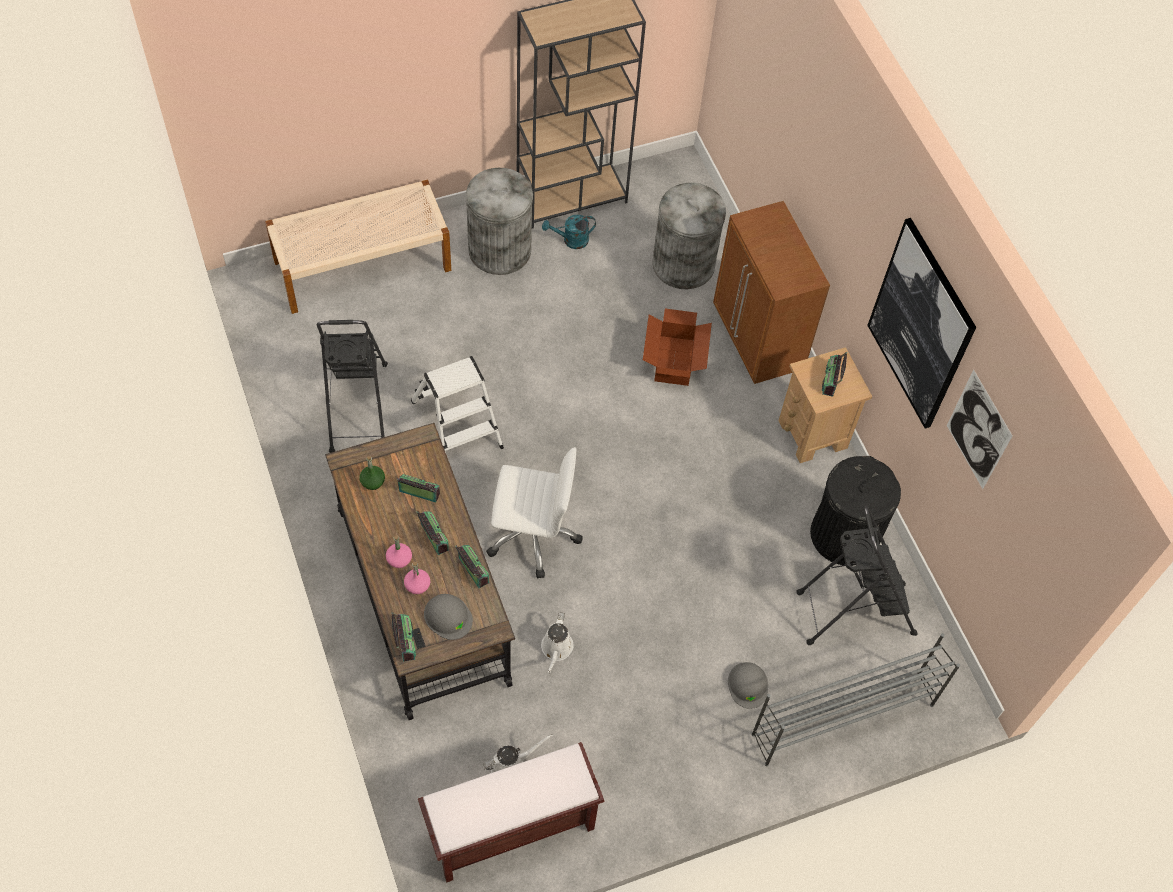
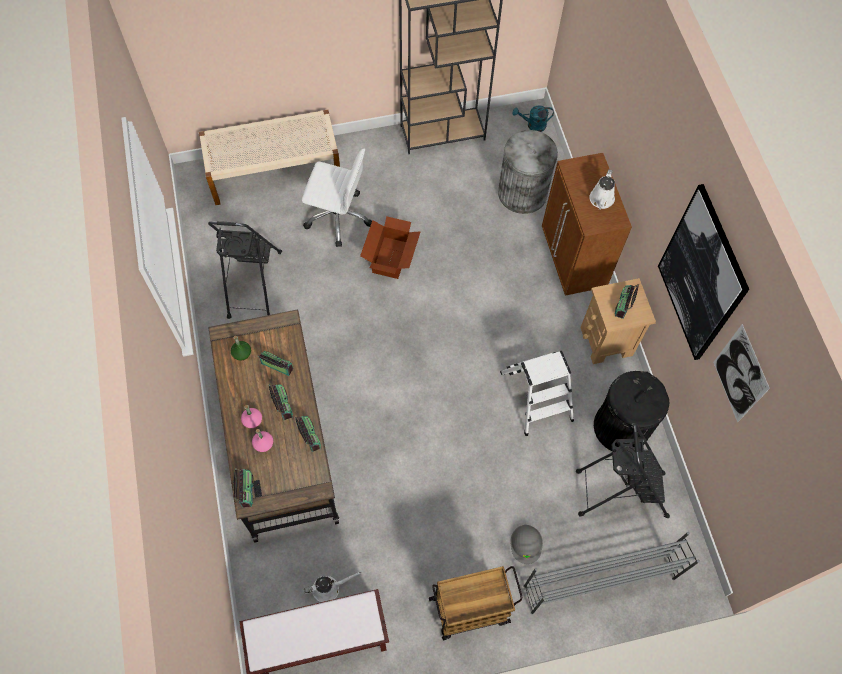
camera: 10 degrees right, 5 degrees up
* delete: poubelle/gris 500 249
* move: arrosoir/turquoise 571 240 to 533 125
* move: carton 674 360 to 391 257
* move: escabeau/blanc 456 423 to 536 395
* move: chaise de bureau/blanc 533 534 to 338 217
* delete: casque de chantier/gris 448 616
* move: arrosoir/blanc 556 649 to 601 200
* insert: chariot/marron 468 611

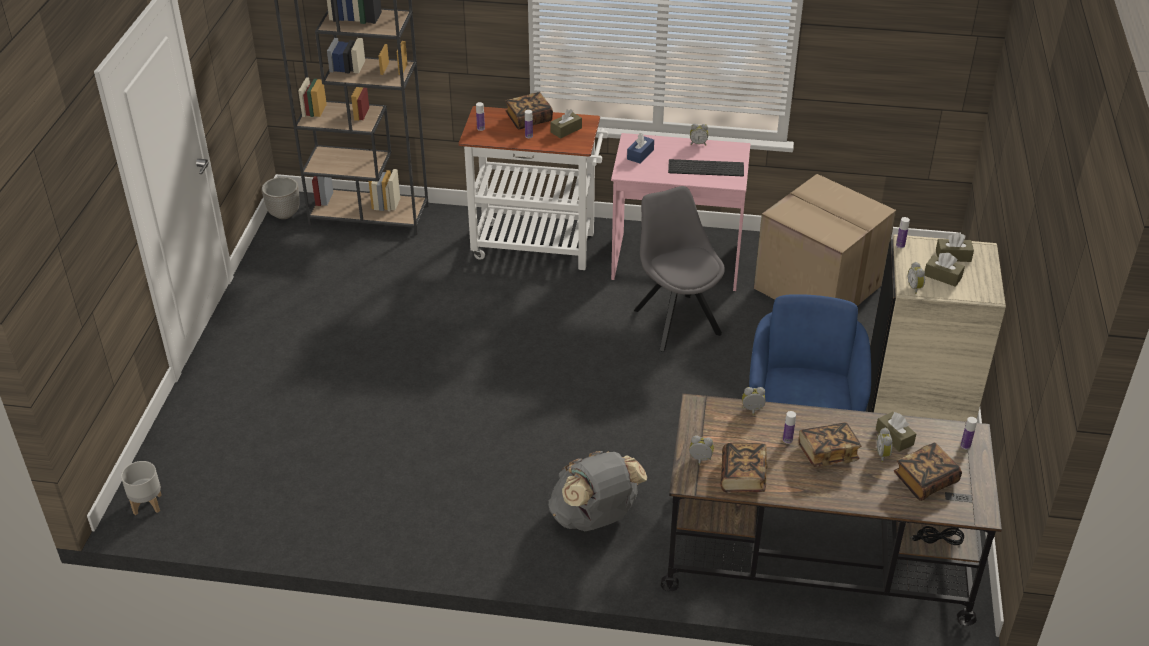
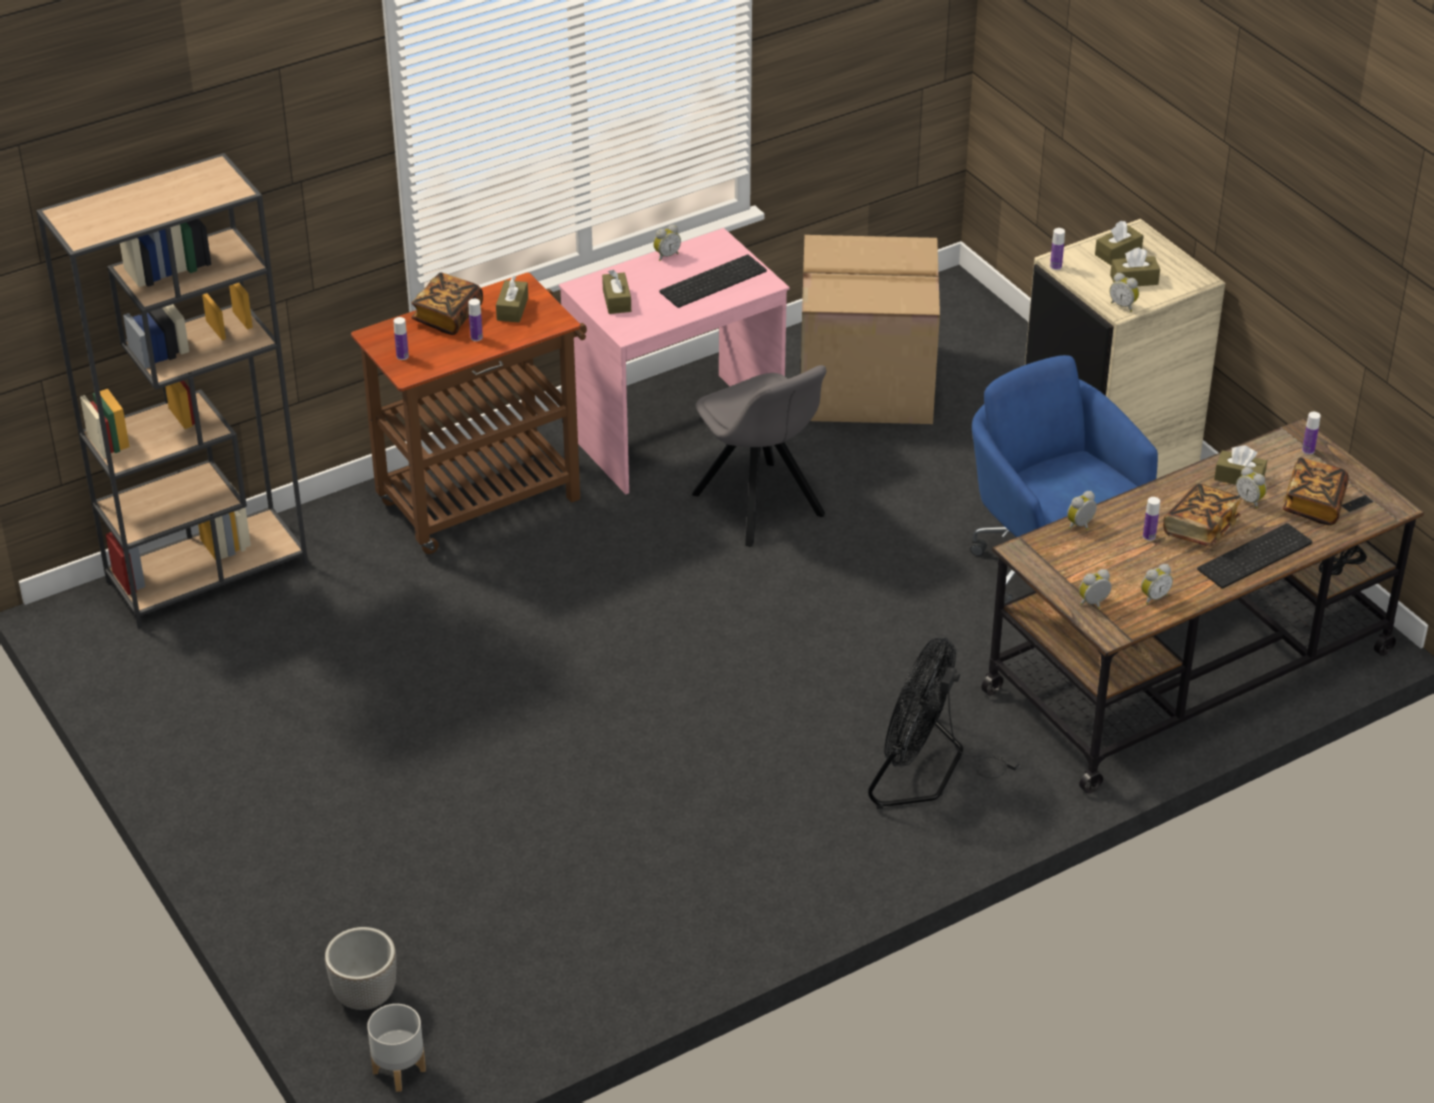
camera: 40 degrees left, 0 degrees up
* recolor: chariot/blanc 536 246 to chariot/marron 482 501
* recolor: boîte à mouchoirs/bleu 640 154 to boîte à mouchoirs/marron 617 301
* move: cache-pot 284 214 to 364 996
* rotate: chaise/gris 676 322 = 760 505 150 degrees counterclockwise
* replace: livre 743 477 to réveil 1153 597
* replace: sac à dos/gris 595 518 to ventilateur/noir 932 766
* insert: clavier 1255 558

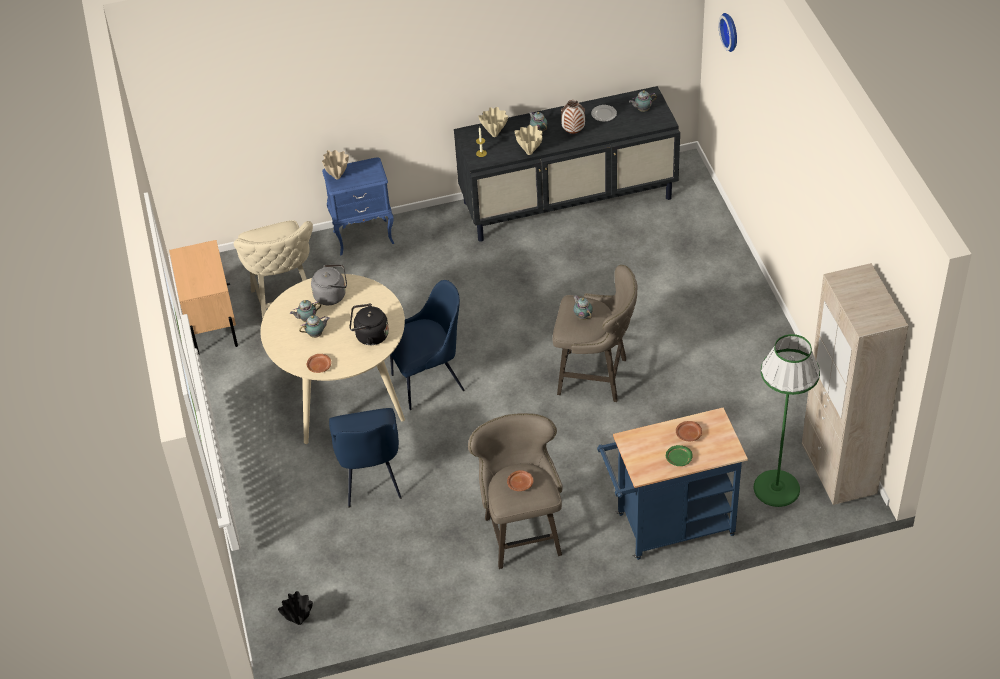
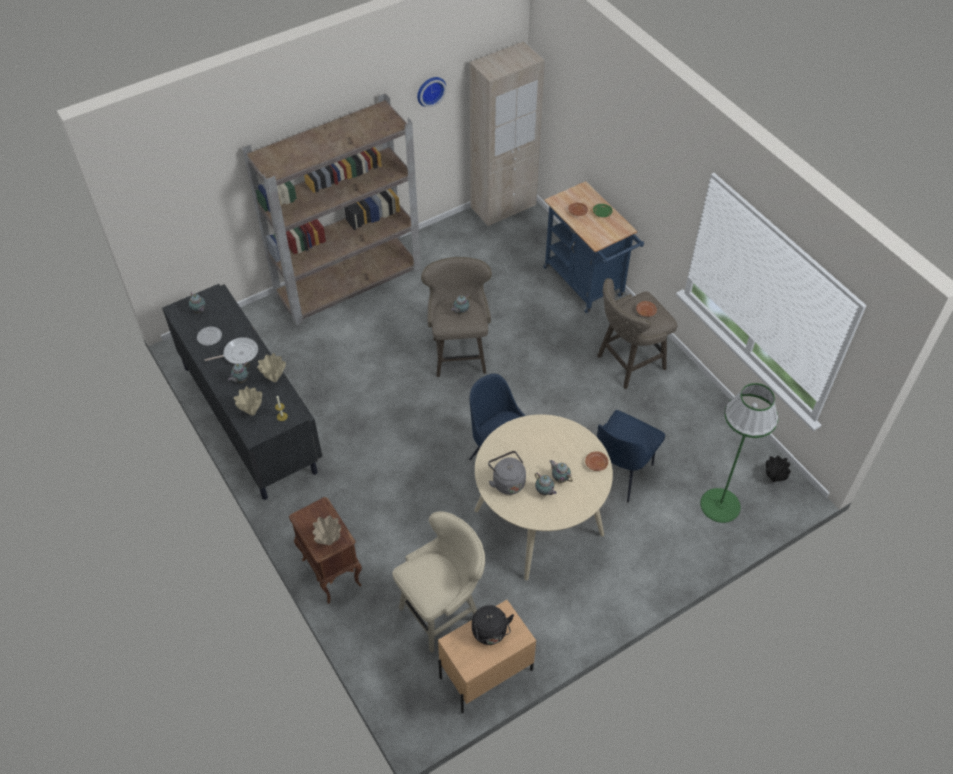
camera: 110 degrees left, 5 degrees up
* move: horloge murale 731 31 to 430 90
* replace: vase 573 132 to poêle 238 353
* recolor: table de chevet/bleu 364 237 to table de chevet/marron 331 572
* move: bouilloire/noir 369 336 to 490 633
* move: lampadaire/vert 776 488 to 720 505
* rotate: chaise/bleu 371 479 = 620 473 150 degrees clockwise
* insert: bibliothèque/marron 348 281

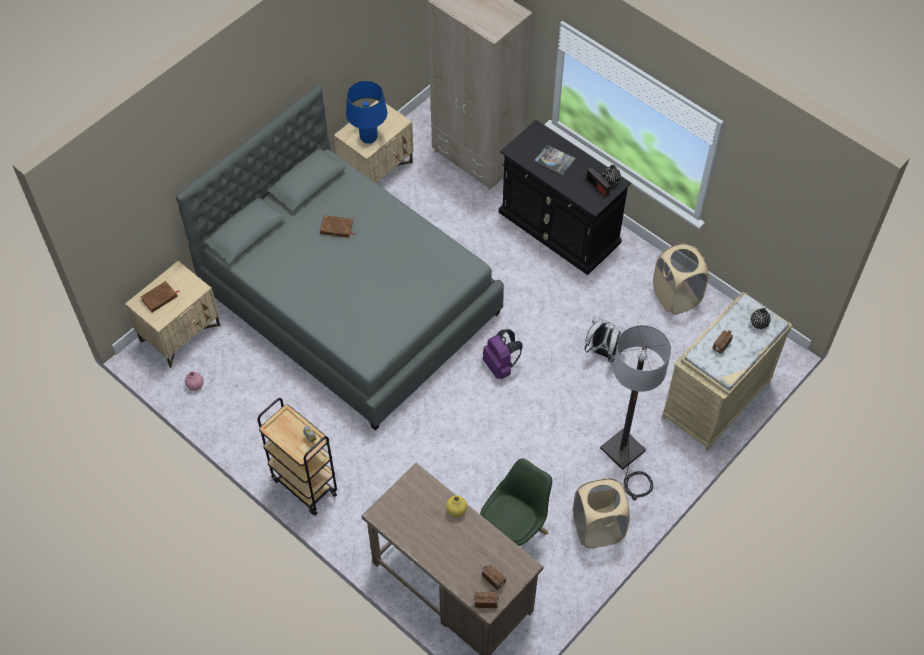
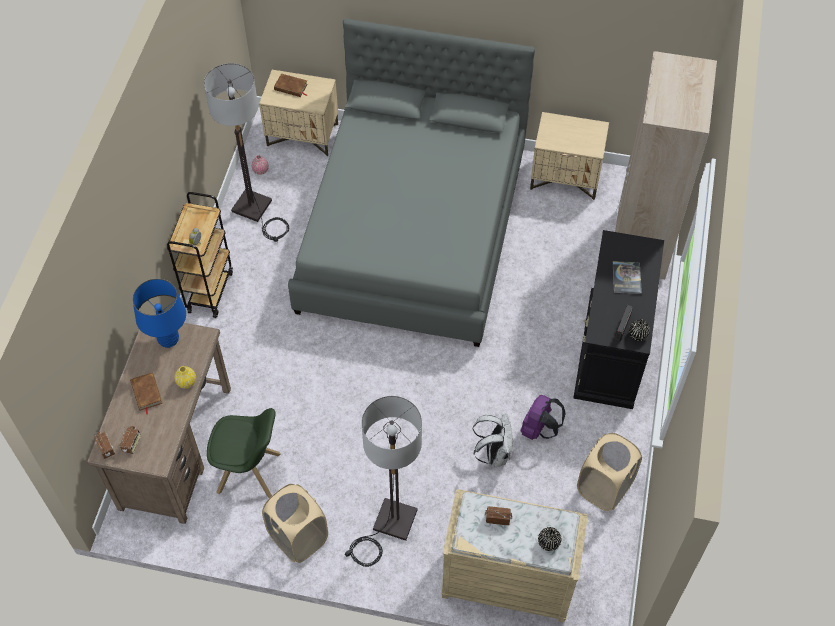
camera: 60 degrees right, 0 degrees up
* move: lampe de table/bleu 368 137 to 168 339
* move: livre/marron 336 228 to 146 393
* move: sac à dos/violet 501 366 to 539 429
* insert: lampadaire 258 213

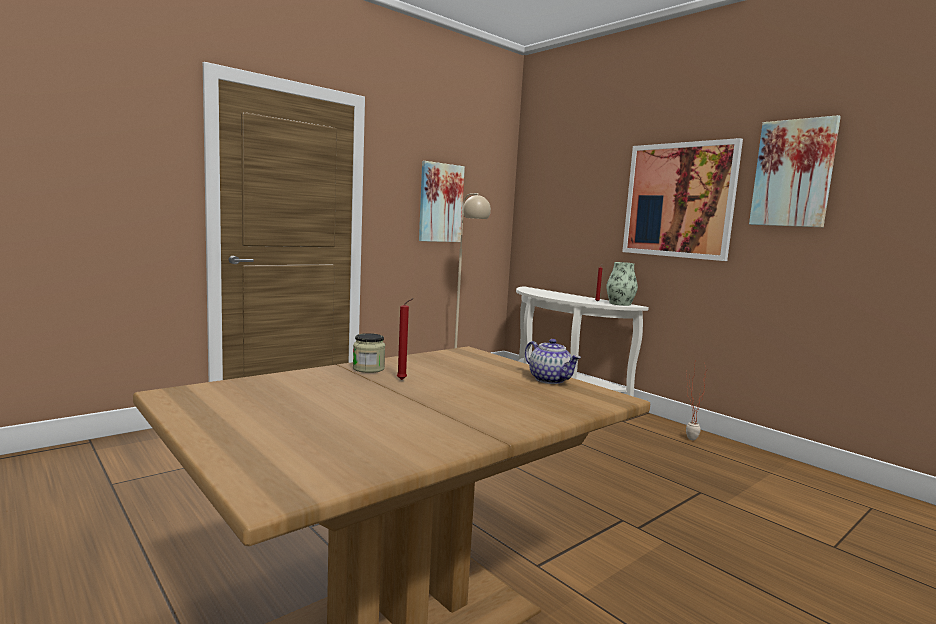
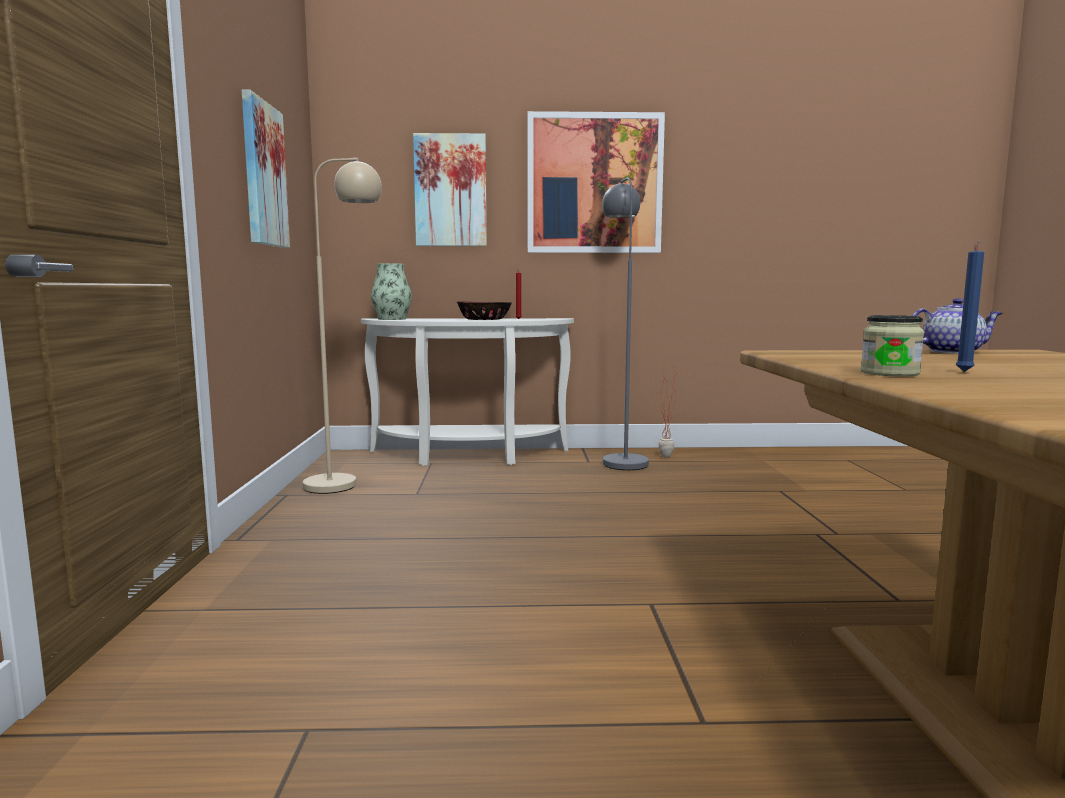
camera: 50 degrees left, 0 degrees up
* move: tableau 793 173 to 450 191
* move: vase 620 304 to 392 319
* recolor: bougie/rouge 403 380 to bougie/bleu 965 371
* insert: lampadaire/gris 621 461
* insert: bol 484 319

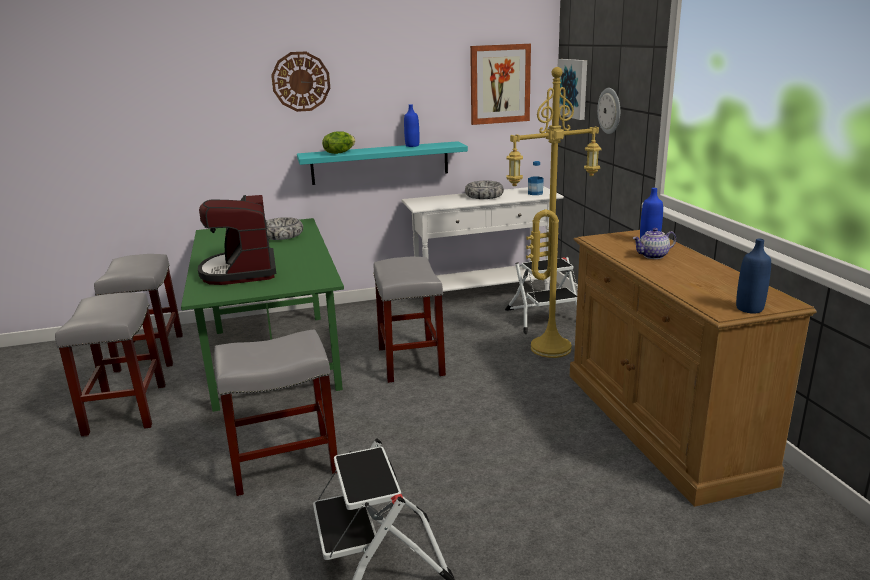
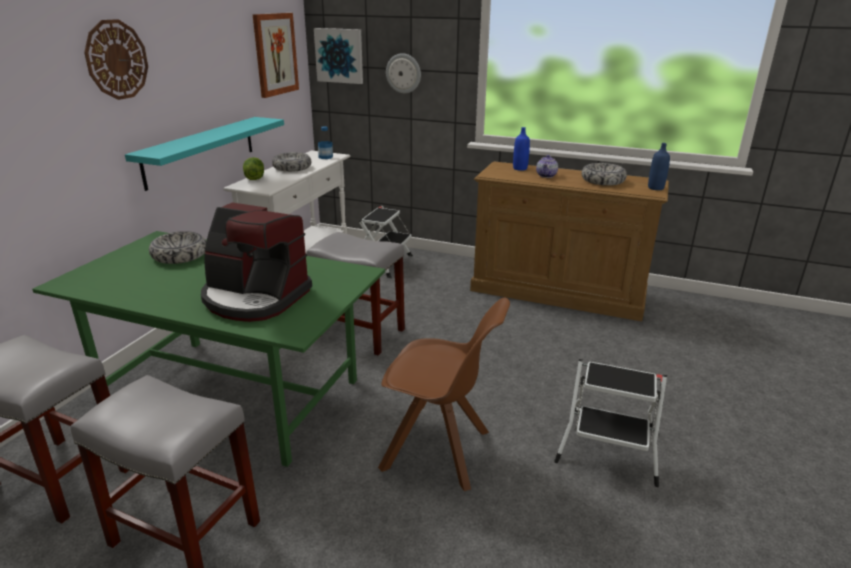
camera: 55 degrees left, 5 degrees up
* delete: lampadaire/jaune 550 347
* delete: bouteille/bleu 412 145
* move: laitue 339 153 to 254 178
* replace: tabouret/gris 283 464 to chaise/marron 439 451
* insert: bol 602 181

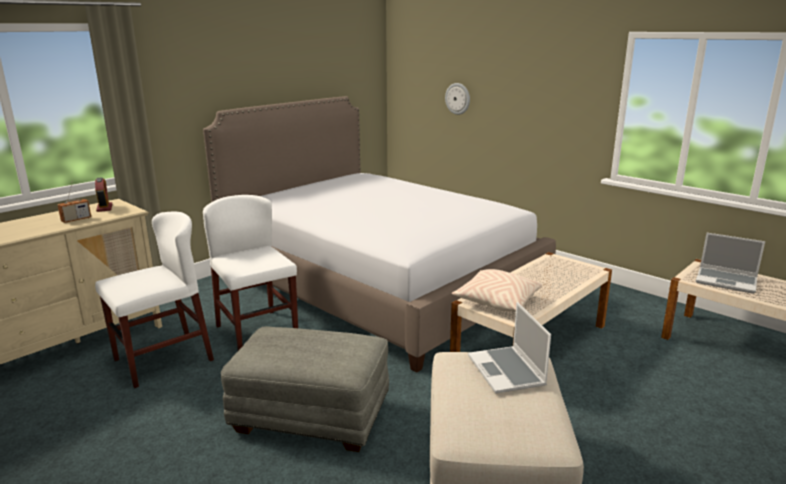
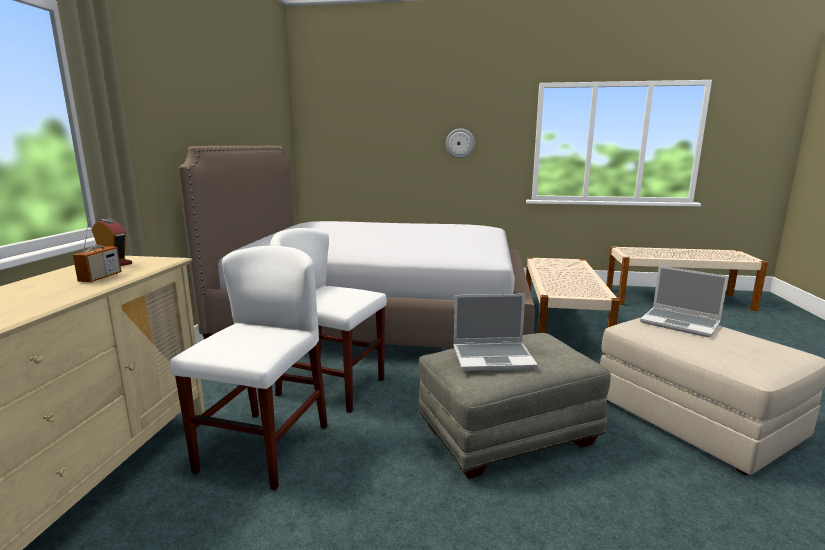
camera: 35 degrees left, 5 degrees down
* move: horloge murale 458 98 to 460 143
* move: ordinateur portable 727 281 to 494 357
* delete: coussin/beige 497 302

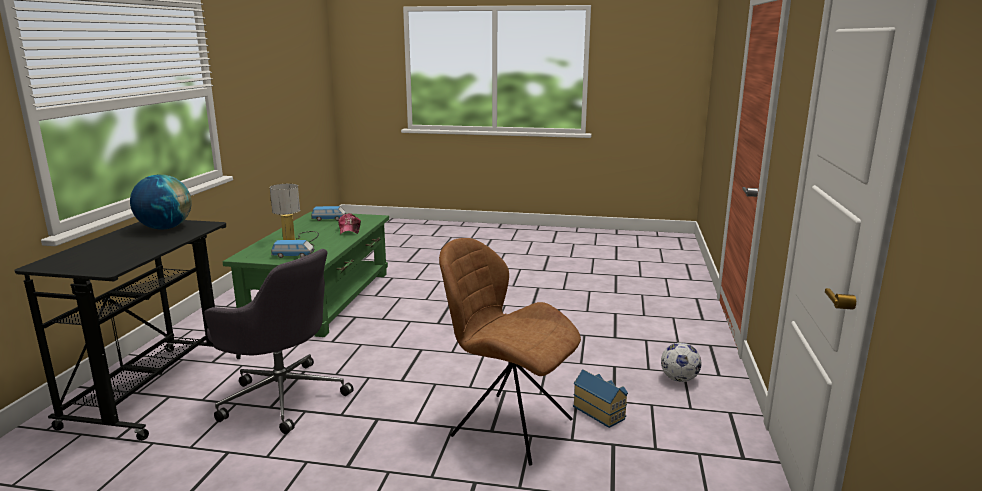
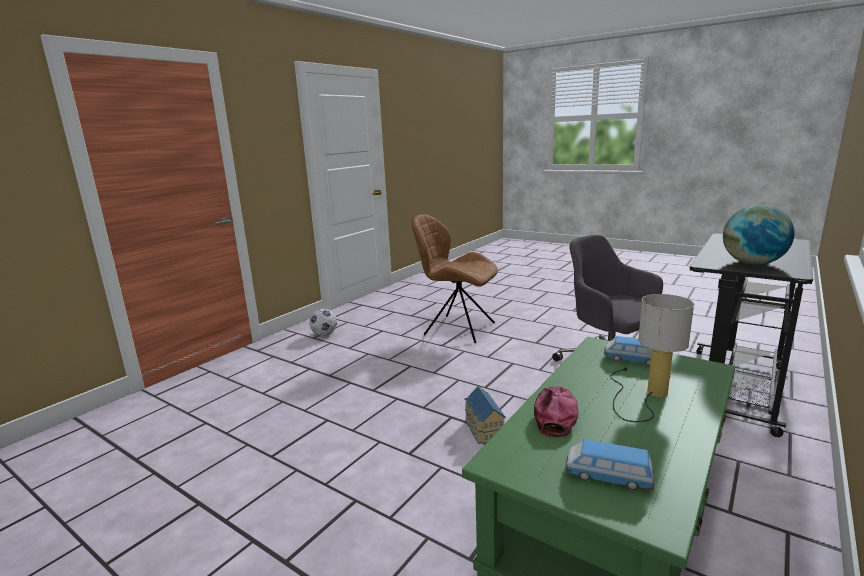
camera: 155 degrees left, 0 degrees up
* rotate: chaise/marron 508 426 = 457 328 150 degrees clockwise
* move: maison miniature 600 411 to 483 430

